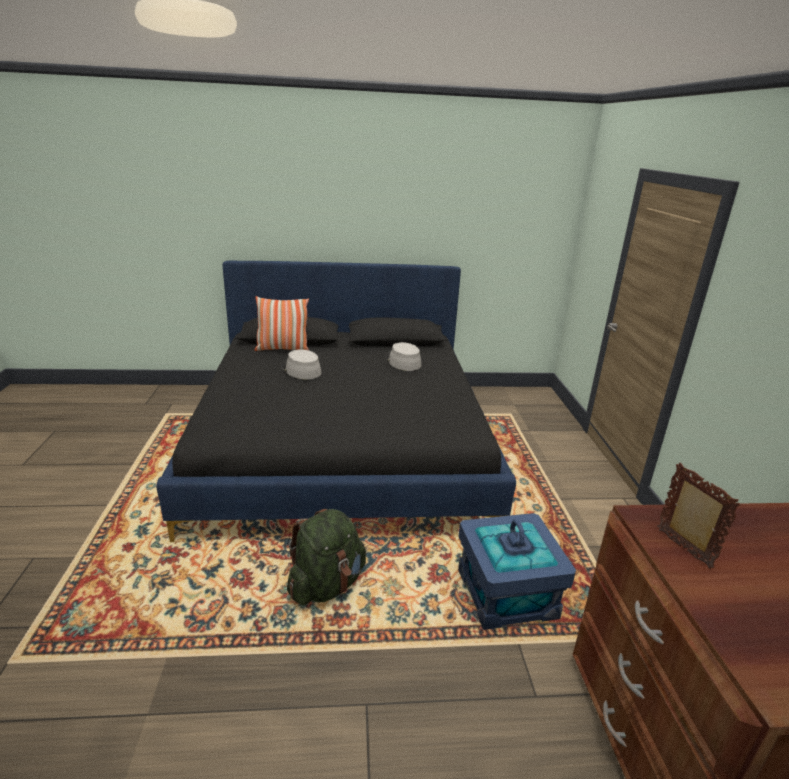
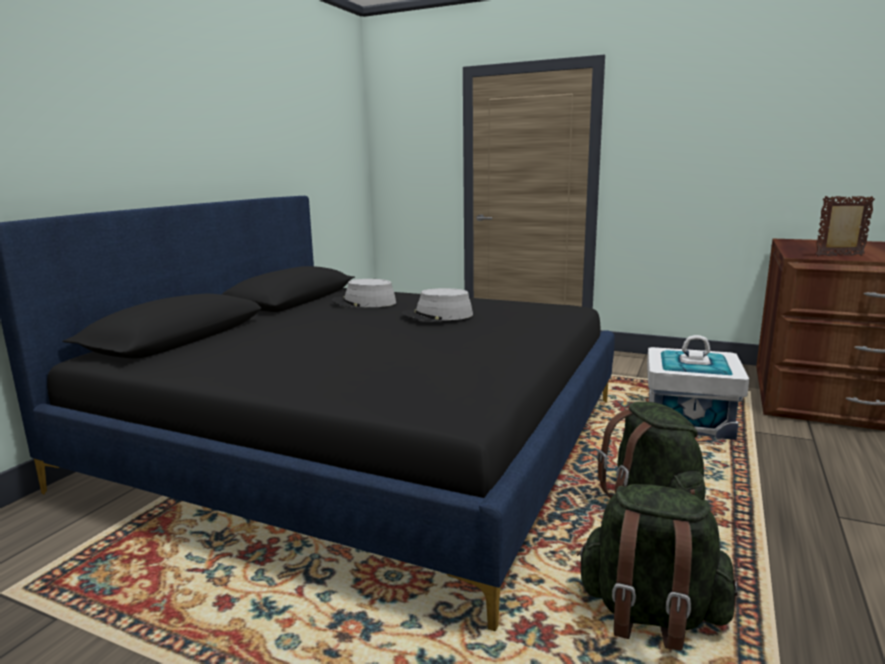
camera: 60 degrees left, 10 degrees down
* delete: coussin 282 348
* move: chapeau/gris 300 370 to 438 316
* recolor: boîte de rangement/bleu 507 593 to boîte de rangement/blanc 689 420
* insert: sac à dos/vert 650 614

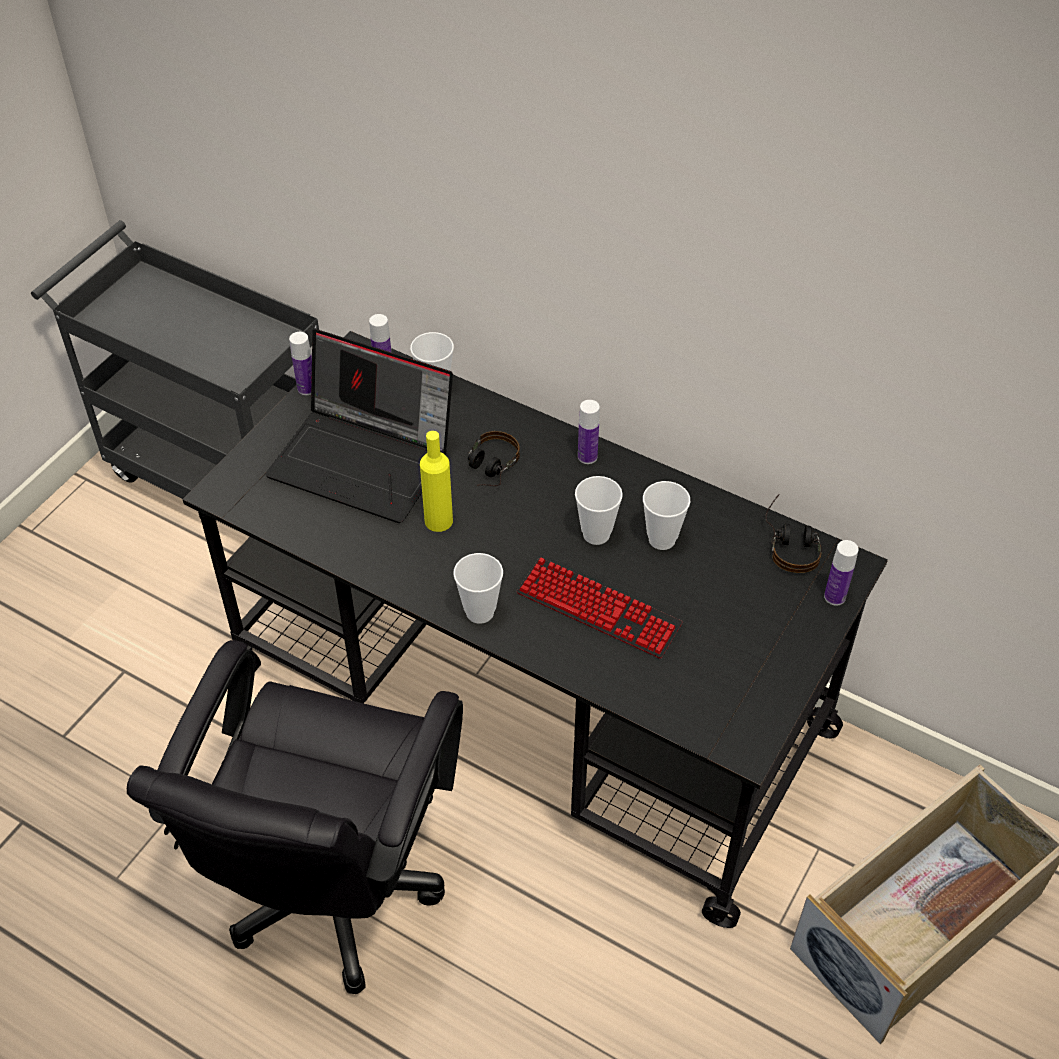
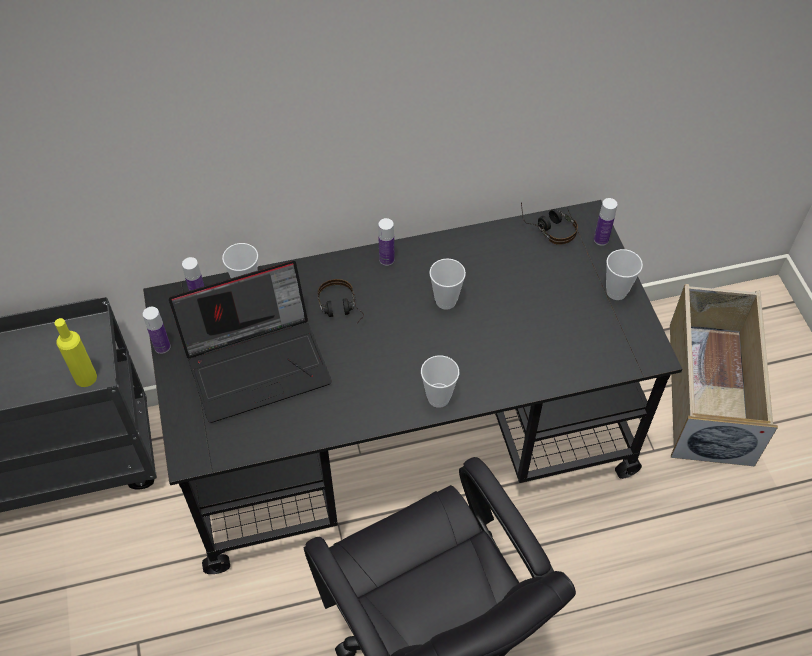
camera: 45 degrees left, 5 degrees up
* move: bouteille/jaune 438 521 to 85 377
* move: tasse 662 539 to 616 292
* delete: clavier 598 609

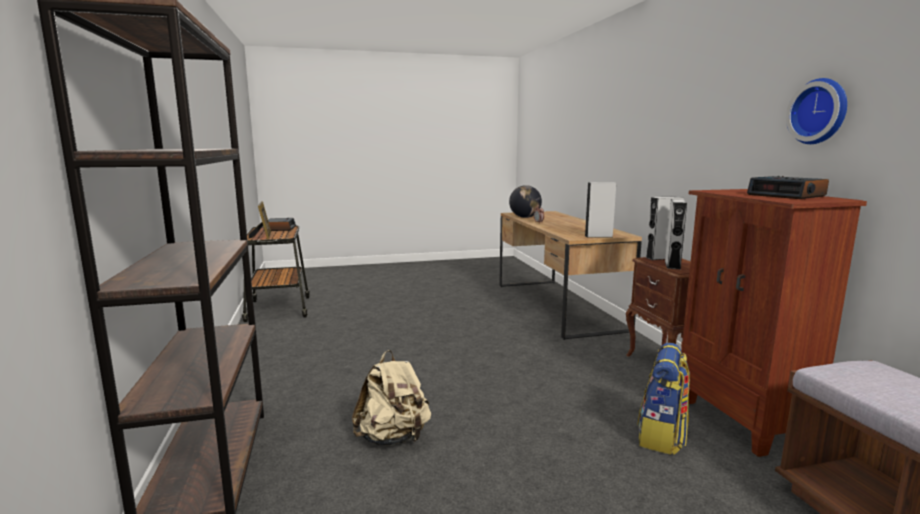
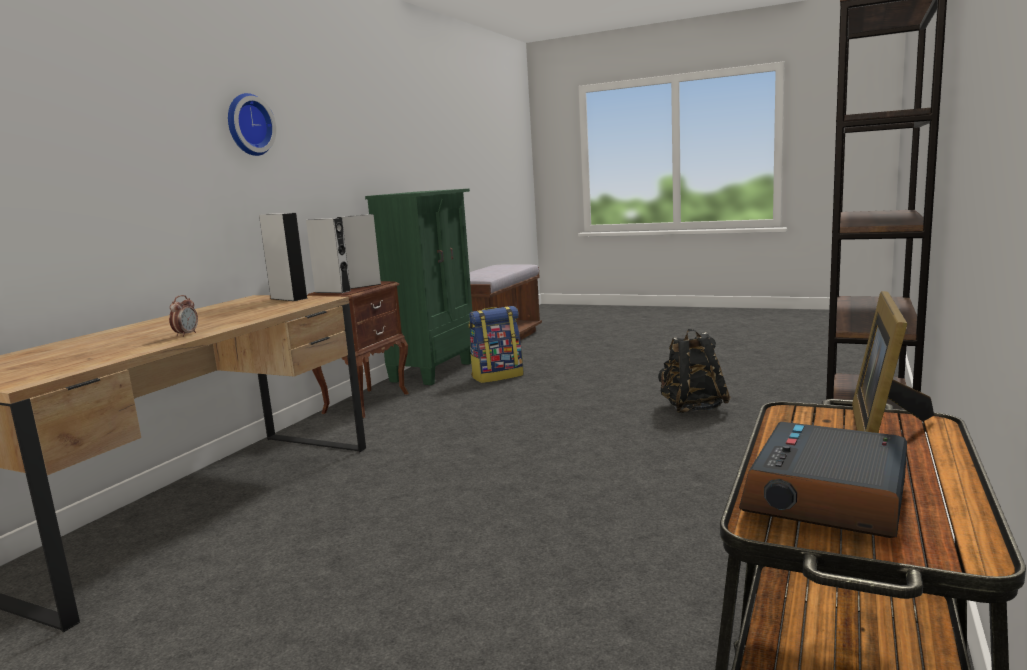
camera: 140 degrees left, 0 degrees up
* move: horloge murale 820 111 to 247 125
* delete: réveil 787 195
* delete: globe 525 217
* recolor: meuble de rangement/marron 739 423 to meuble de rangement/vert 434 372
* recolor: sac à dos/beige 393 438 to sac à dos/noir 692 408

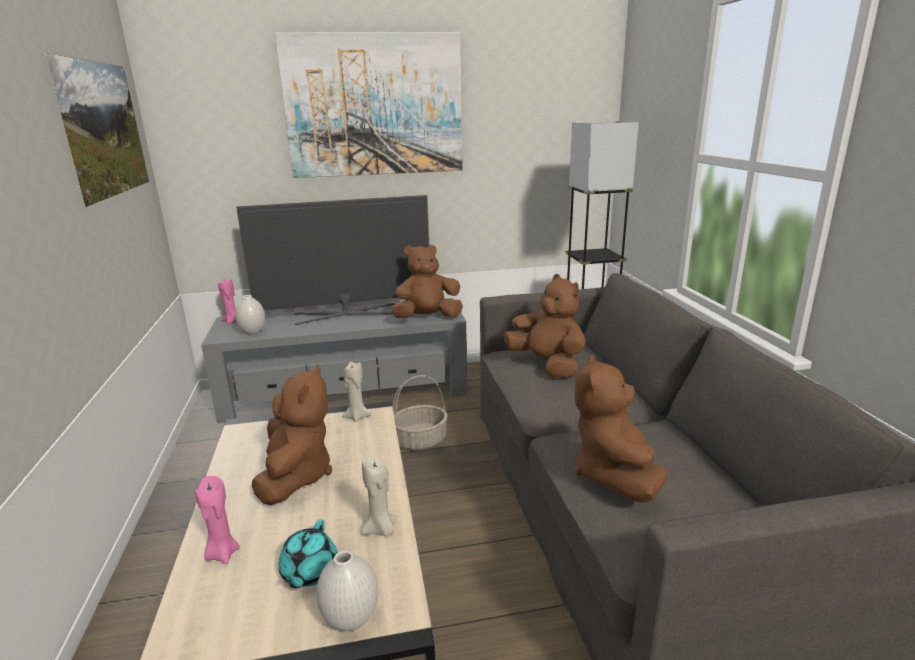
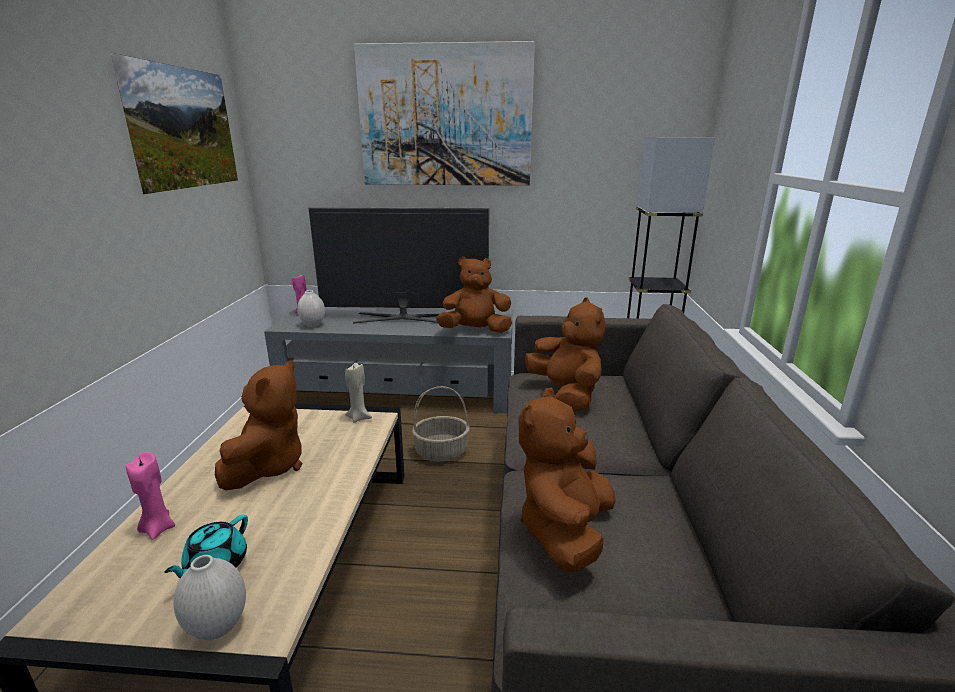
camera: 15 degrees right, 0 degrees up
* delete: bougie/beige 381 529

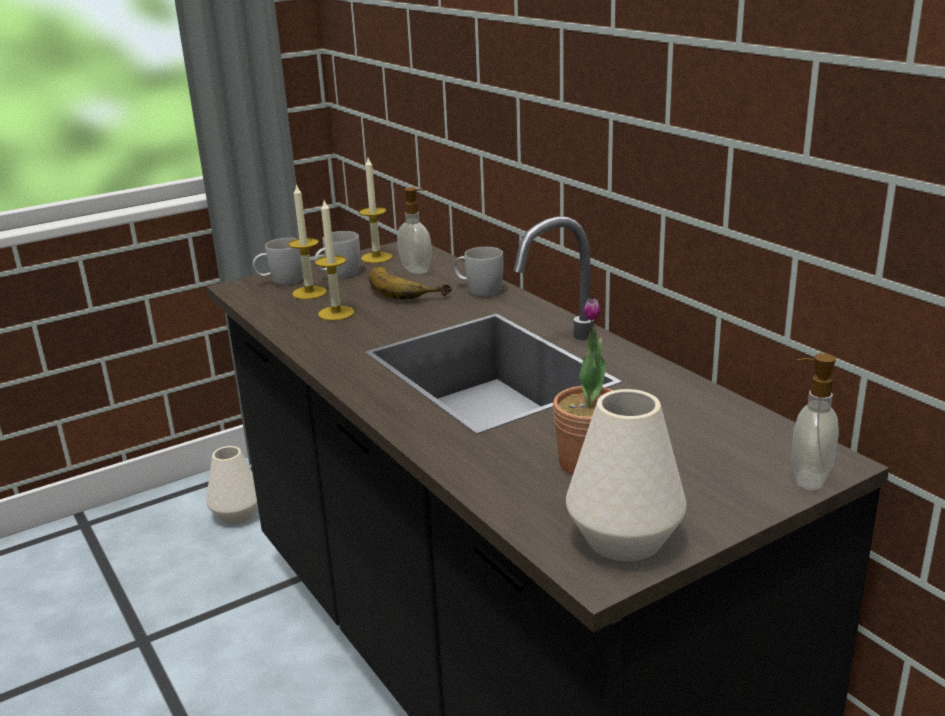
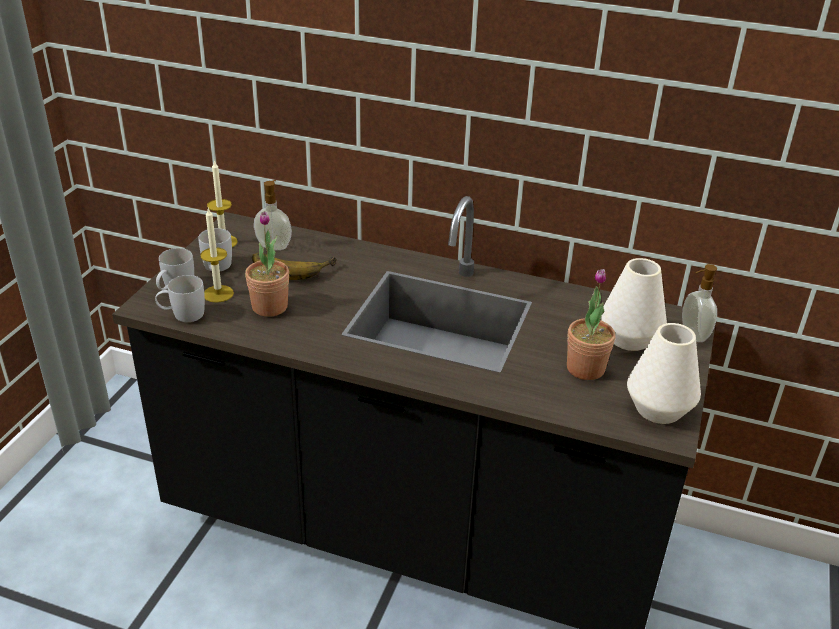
camera: 40 degrees left, 10 degrees up
* replace: bougie 336 313 to plante en pot 270 307
* move: mug/blanc 478 290 to 182 315
* move: vase/blanc 237 514 to 629 338

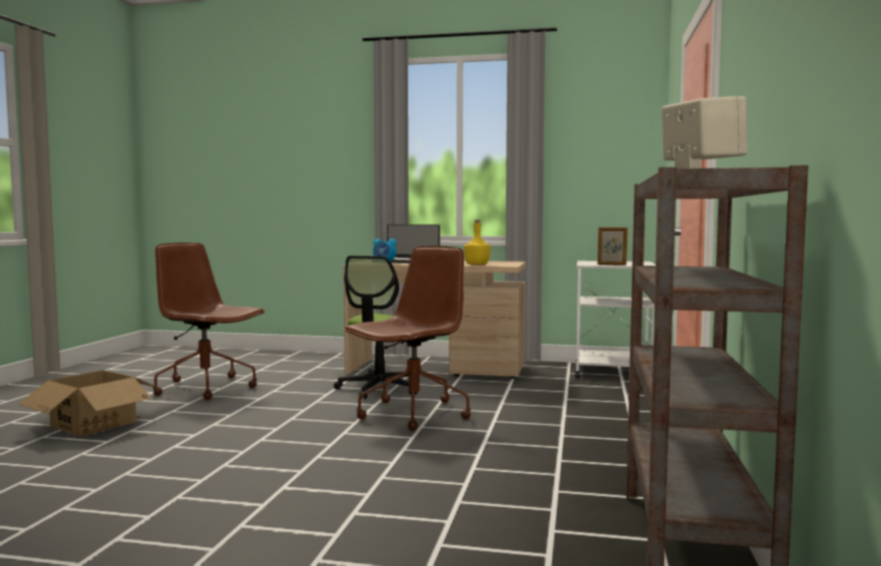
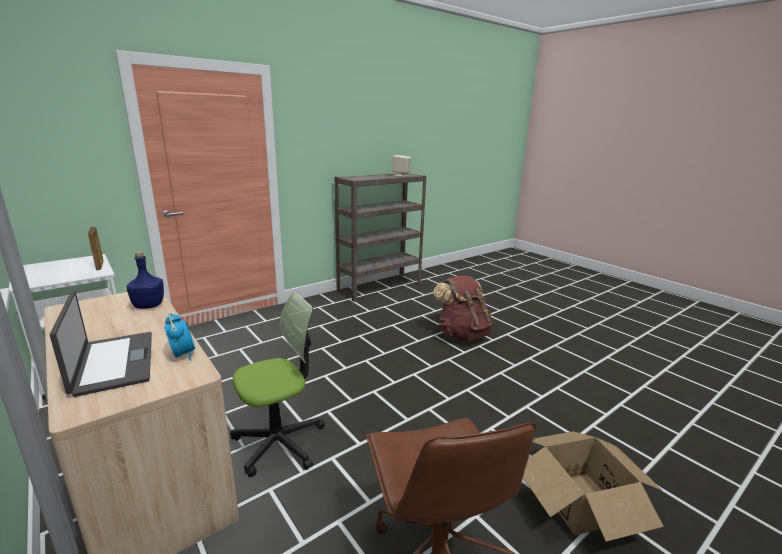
camera: 140 degrees left, 15 degrees up
* recolor: bouteille/jaune 477 265 to bouteille/bleu 149 305
* delete: chaise de bureau/marron 410 415
* insert: sac à dos/marron 462 334

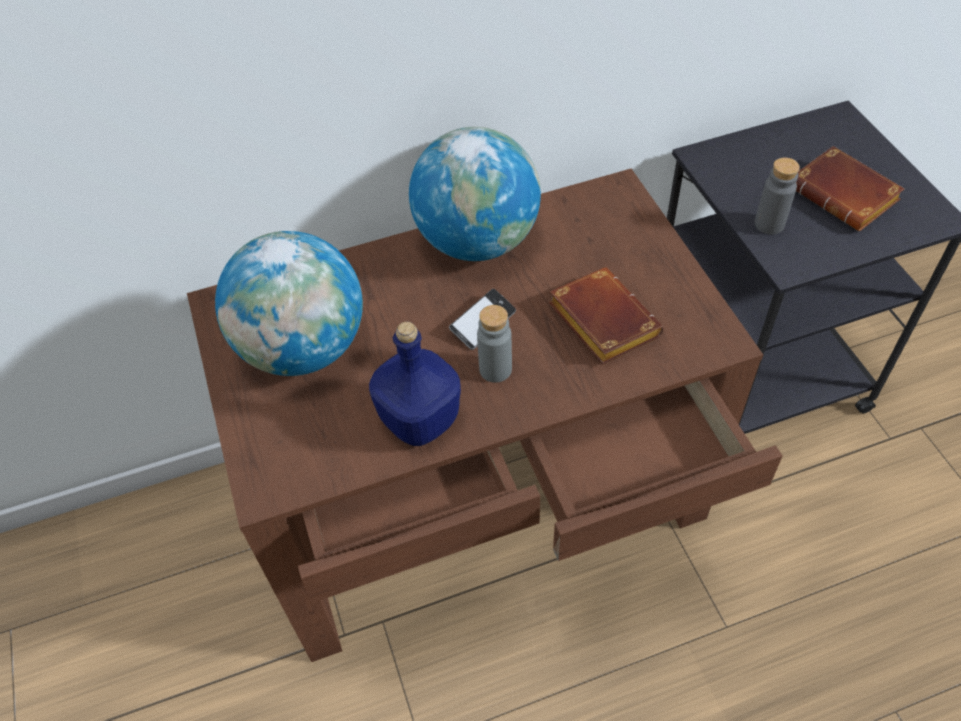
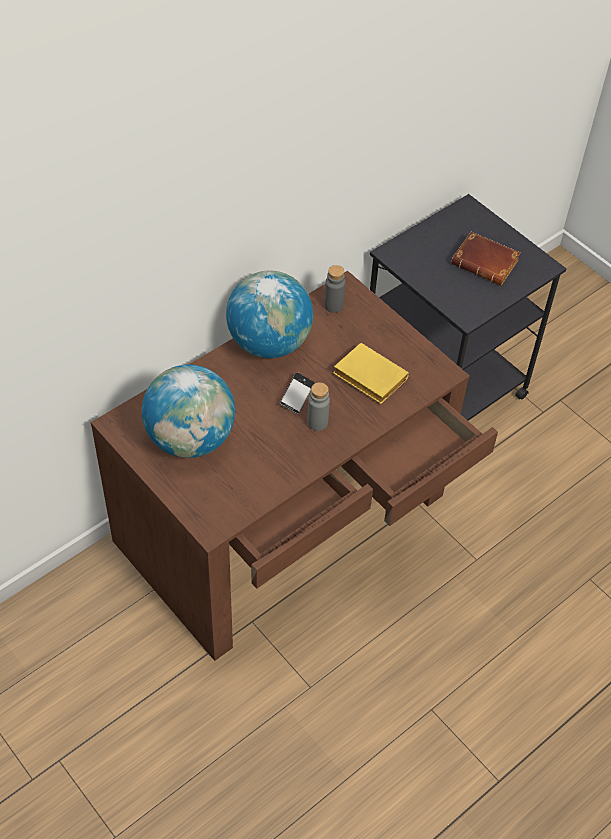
camera: 25 degrees left, 0 degrees up
* move: bouteille/gris 769 224 to 333 305
* recolor: livre/marron 599 321 to livre/jaune 367 377
* delete: bouteille/bleu 421 421

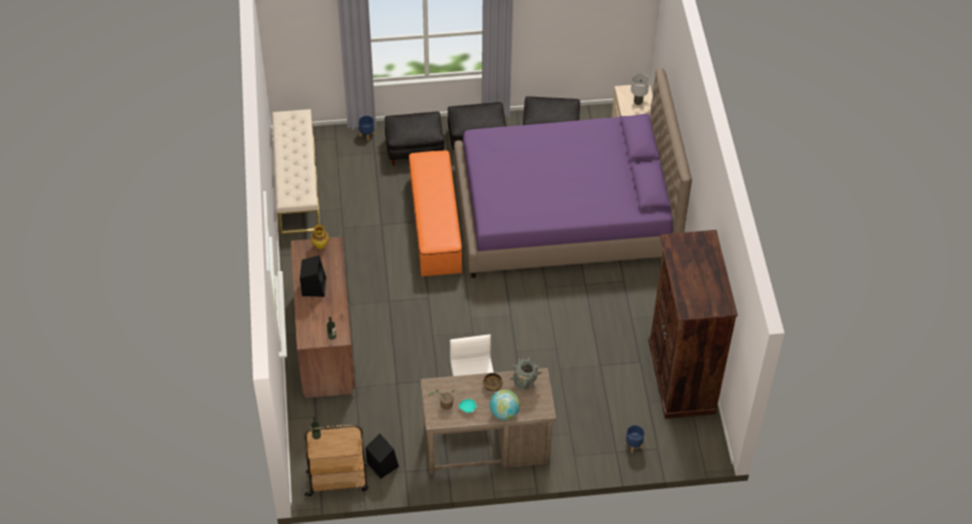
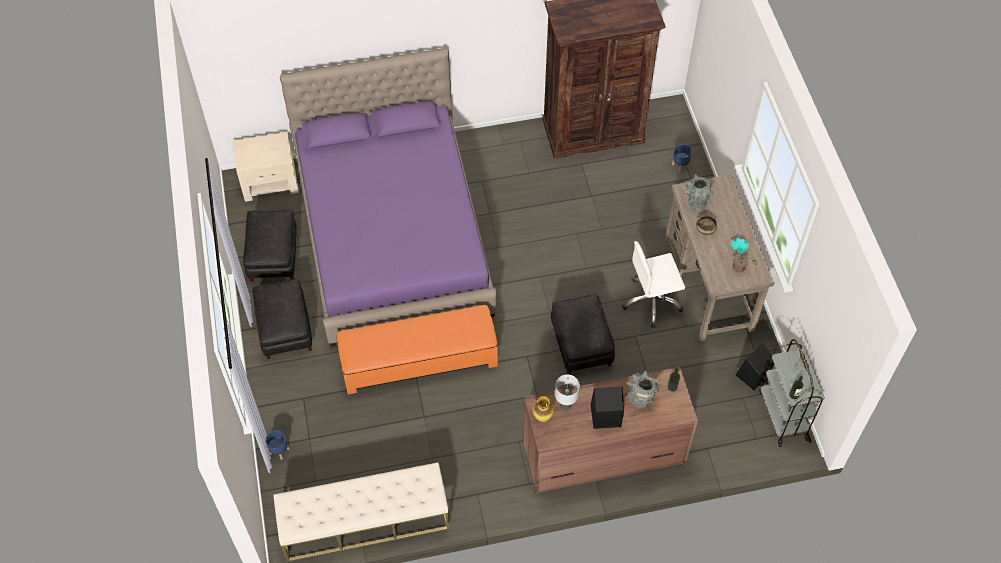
camera: 95 degrees left, 5 degrees up
* move: lampe de table/blanc 638 102 to 566 405
* move: pouf/noir 415 149 to 580 344
* delete: globe 504 413
* recolor: chariot/marron 338 481 to chariot/gris 783 414
* insert: vase/gris 641 397

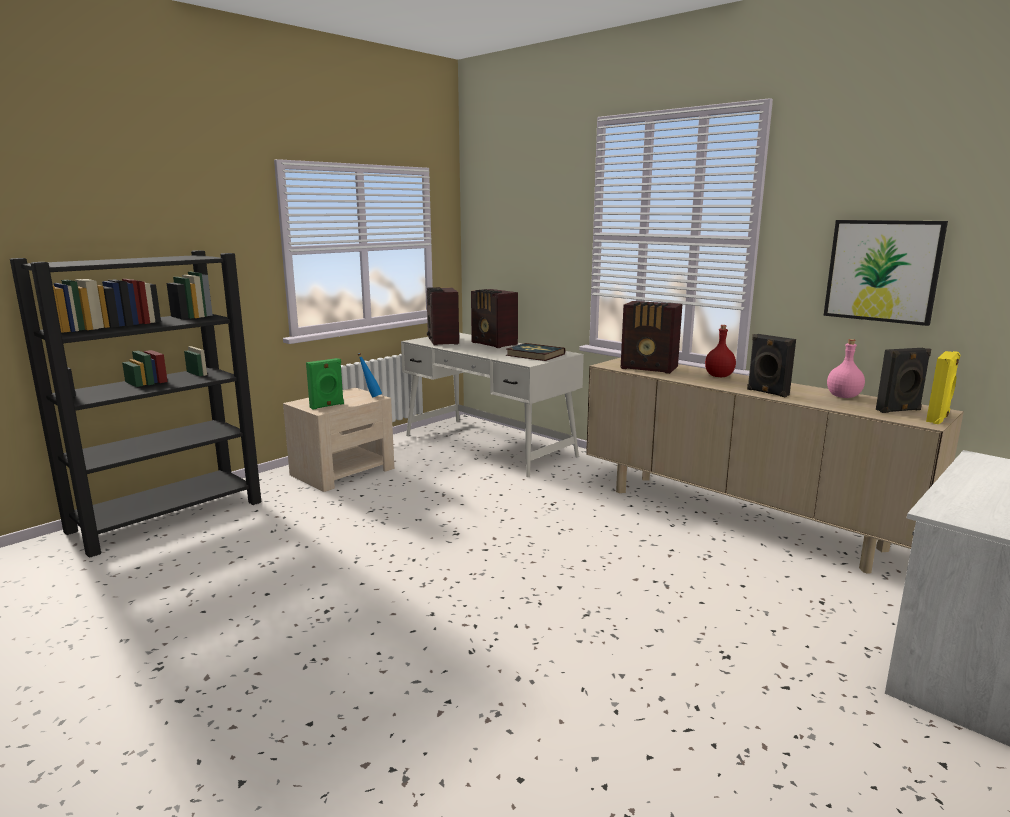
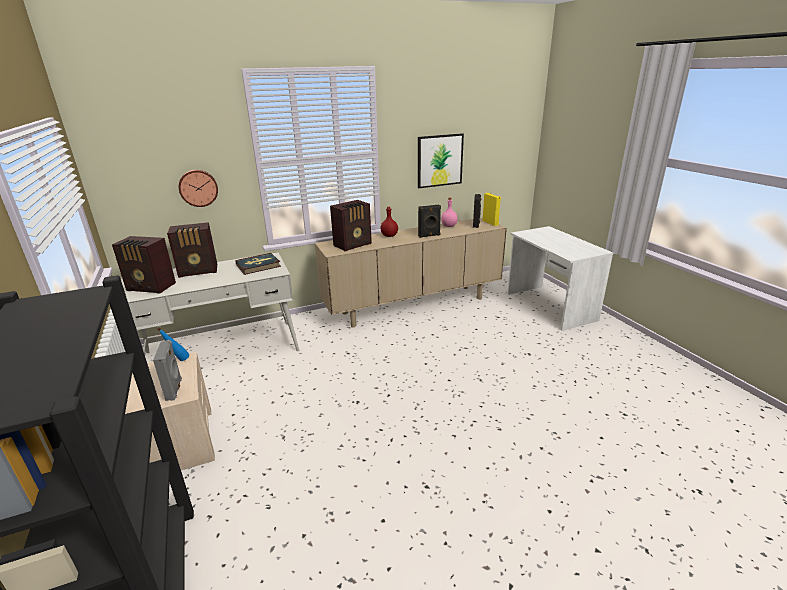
camera: 65 degrees left, 10 degrees up
* recolor: enceinte/vert 327 406 to enceinte/gris 175 389
* insert: horloge murale 198 188

